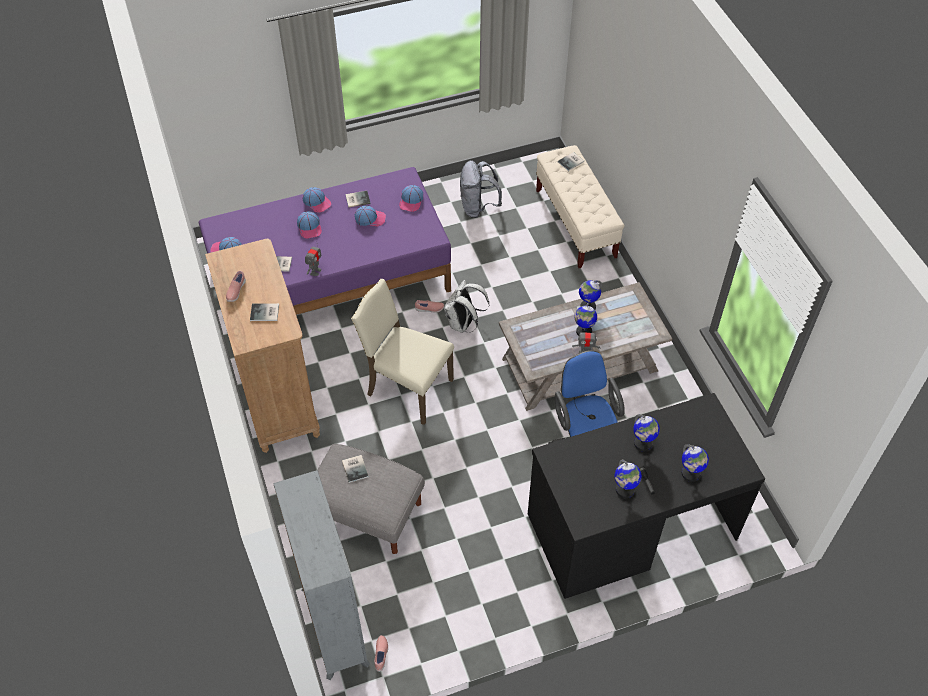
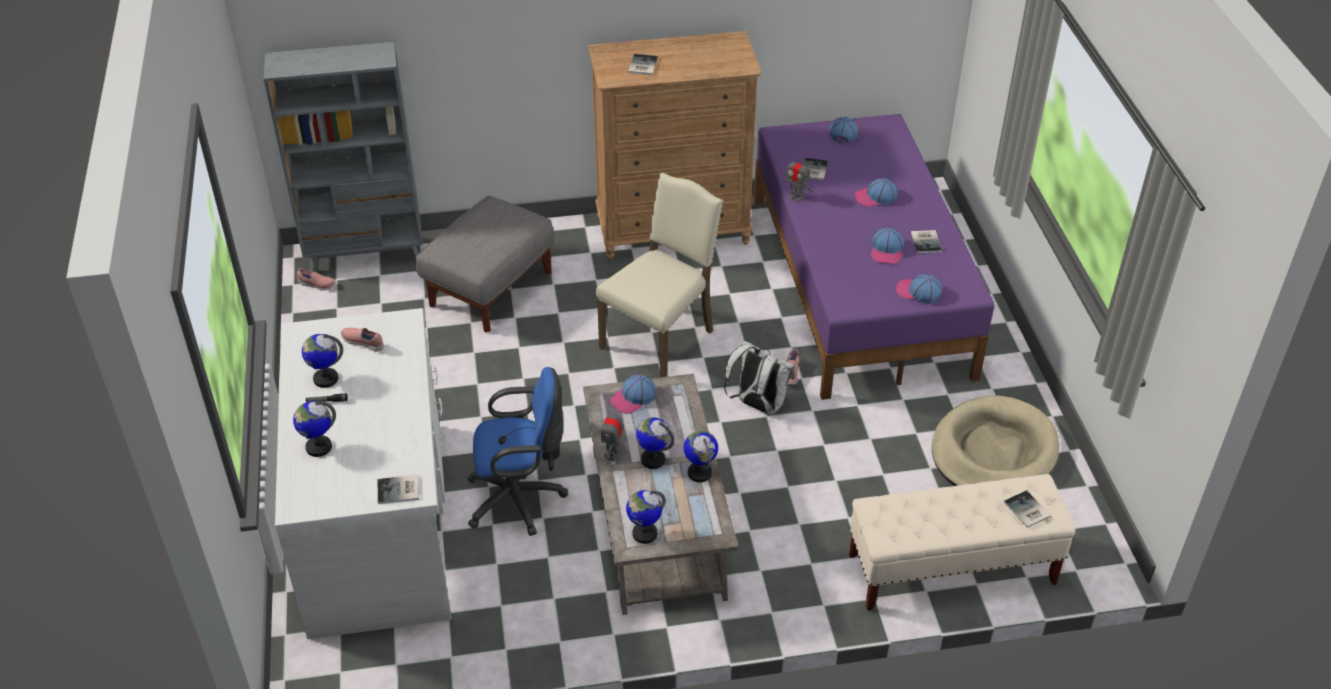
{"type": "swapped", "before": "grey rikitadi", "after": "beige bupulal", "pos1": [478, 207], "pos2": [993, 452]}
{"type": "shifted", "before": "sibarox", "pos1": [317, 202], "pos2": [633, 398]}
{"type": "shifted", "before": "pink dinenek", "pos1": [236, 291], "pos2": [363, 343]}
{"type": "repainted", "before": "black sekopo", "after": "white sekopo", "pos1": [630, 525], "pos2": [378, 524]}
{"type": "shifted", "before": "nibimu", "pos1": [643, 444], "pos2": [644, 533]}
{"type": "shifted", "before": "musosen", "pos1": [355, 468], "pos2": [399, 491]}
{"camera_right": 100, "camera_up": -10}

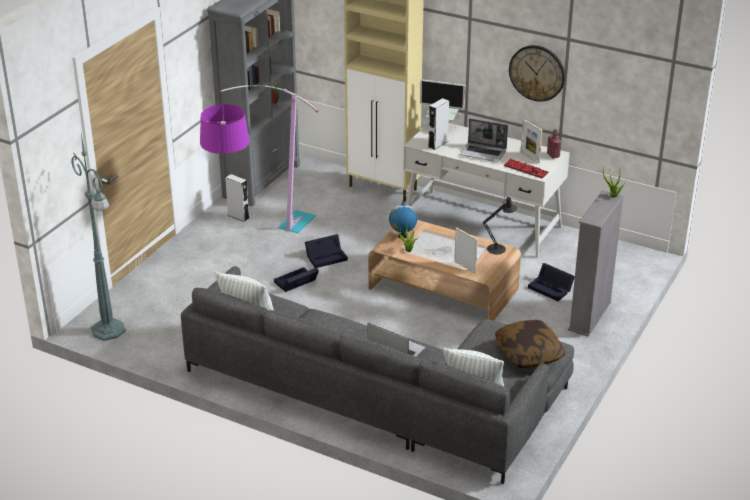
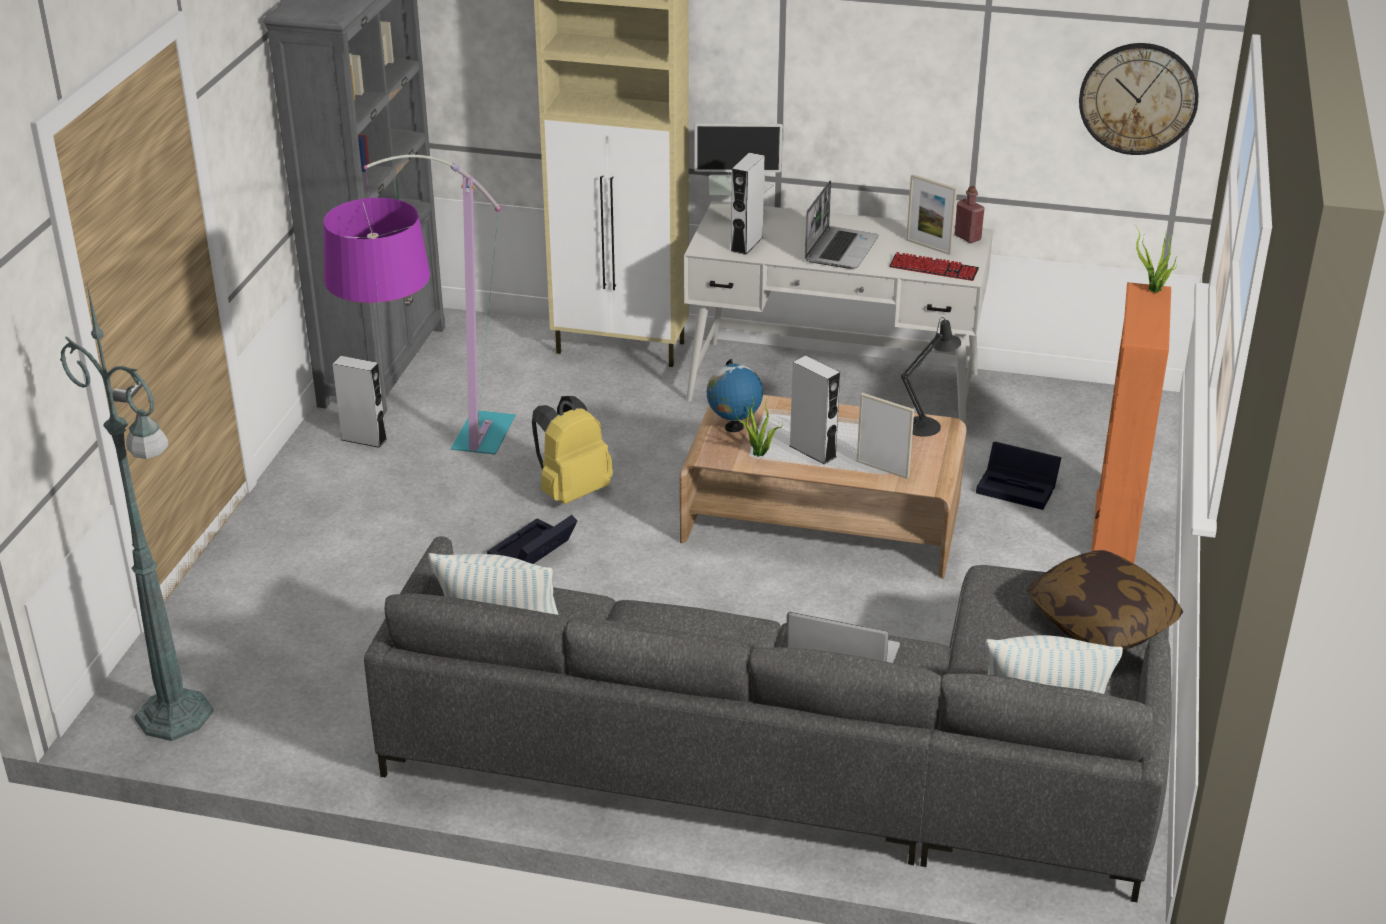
{"type": "shifted", "before": "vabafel", "pos1": [537, 73], "pos2": [1138, 98]}
{"type": "rotated", "before": "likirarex", "pos1": [484, 153], "pos2": [840, 249], "turn": -75}
{"type": "repainted", "before": "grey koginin", "after": "orange koginin", "pos1": [589, 316], "pos2": [1115, 529]}
{"type": "swapped", "before": "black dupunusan", "after": "yellow rikitadi", "pos1": [327, 257], "pos2": [571, 491]}
{"type": "new", "after": "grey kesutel", "pos2": [812, 451]}
{"camera_right": -15, "camera_up": 0}

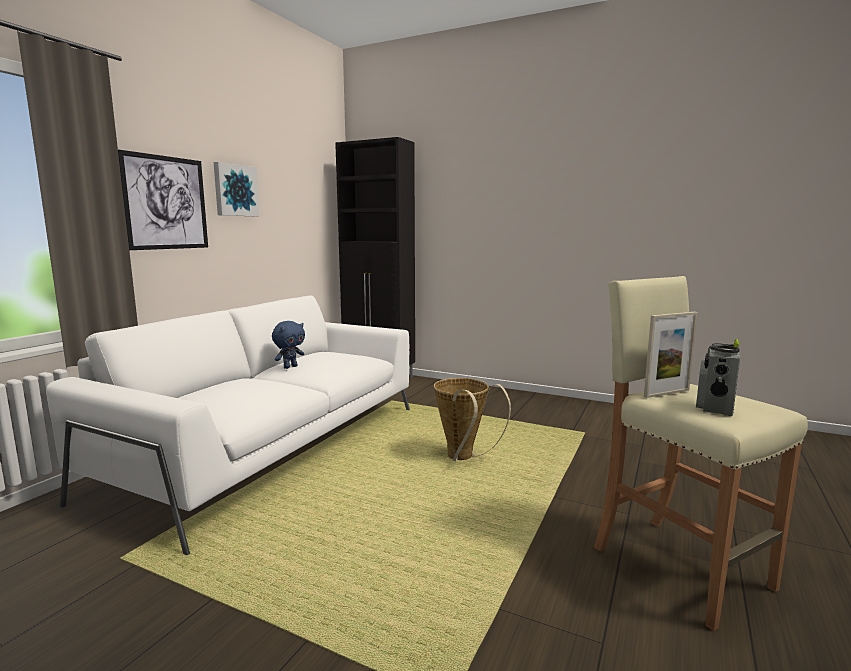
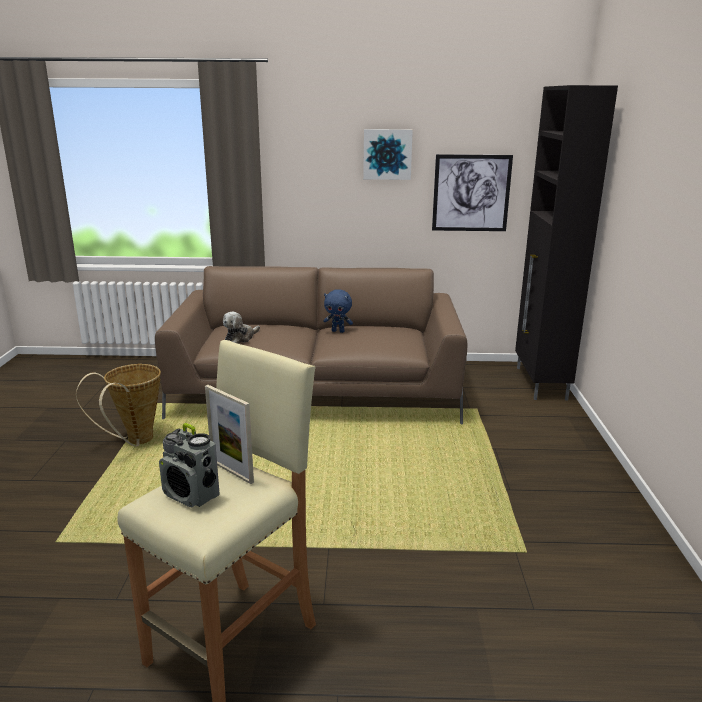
{"type": "shifted", "before": "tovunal", "pos1": [166, 203], "pos2": [471, 193]}
{"type": "repainted", "before": "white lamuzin", "after": "brown lamuzin", "pos1": [272, 448], "pos2": [317, 393]}
{"type": "rotated", "before": "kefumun", "pos1": [714, 407], "pos2": [191, 495], "turn": -150}
{"type": "shifted", "before": "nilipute", "pos1": [463, 458], "pos2": [135, 442]}
{"type": "new", "after": "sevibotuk", "pos2": [240, 338]}
{"camera_right": 65, "camera_up": 10}

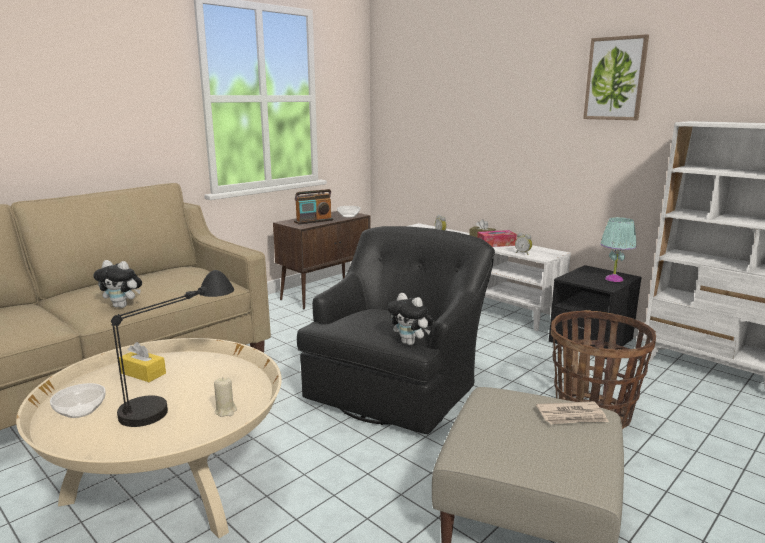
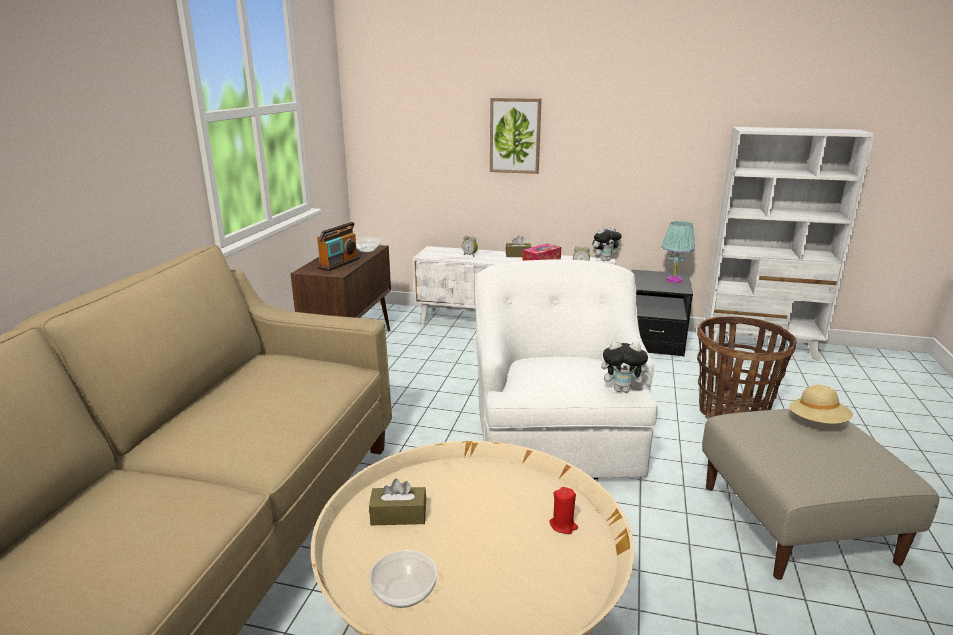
{"type": "shifted", "before": "tovunal", "pos1": [615, 79], "pos2": [515, 136]}
{"type": "repainted", "before": "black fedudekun", "after": "white fedudekun", "pos1": [398, 386], "pos2": [556, 435]}
{"type": "shifted", "before": "sevibotuk", "pos1": [123, 306], "pos2": [605, 260]}
{"type": "gone", "before": "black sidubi", "pos1": [180, 397]}
{"type": "repainted", "before": "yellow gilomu", "after": "brown gilomu", "pos1": [143, 373], "pos2": [398, 515]}
{"type": "repainted", "before": "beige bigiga", "after": "red bigiga", "pos1": [225, 411], "pos2": [563, 525]}
{"type": "swapped", "before": "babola", "after": "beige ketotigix", "pos1": [572, 416], "pos2": [818, 422]}
{"camera_right": -30, "camera_up": 5}

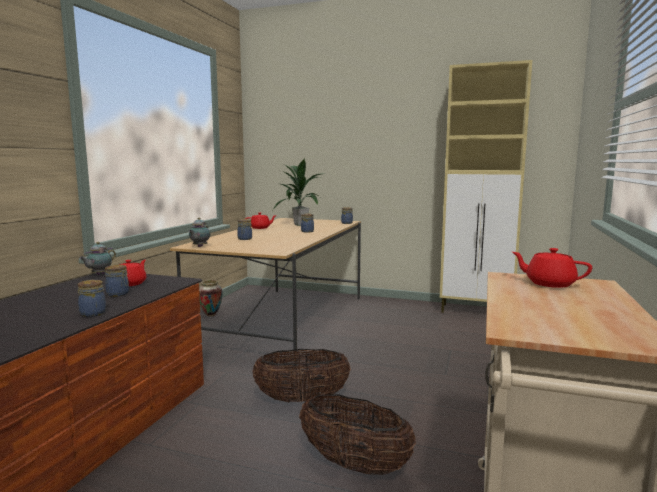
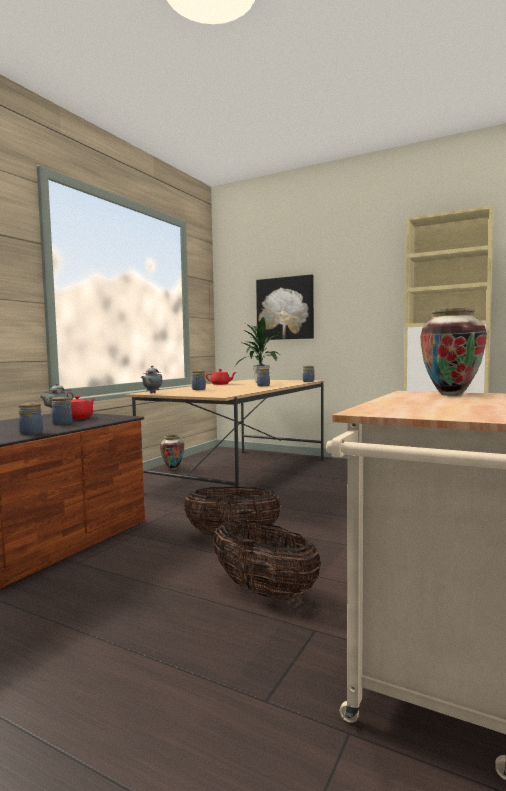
{"type": "swapped", "before": "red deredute", "after": "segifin", "pos1": [549, 283], "pos2": [451, 394]}
{"type": "new", "after": "tovunal", "pos2": [285, 308]}
{"camera_right": 10, "camera_up": -5}

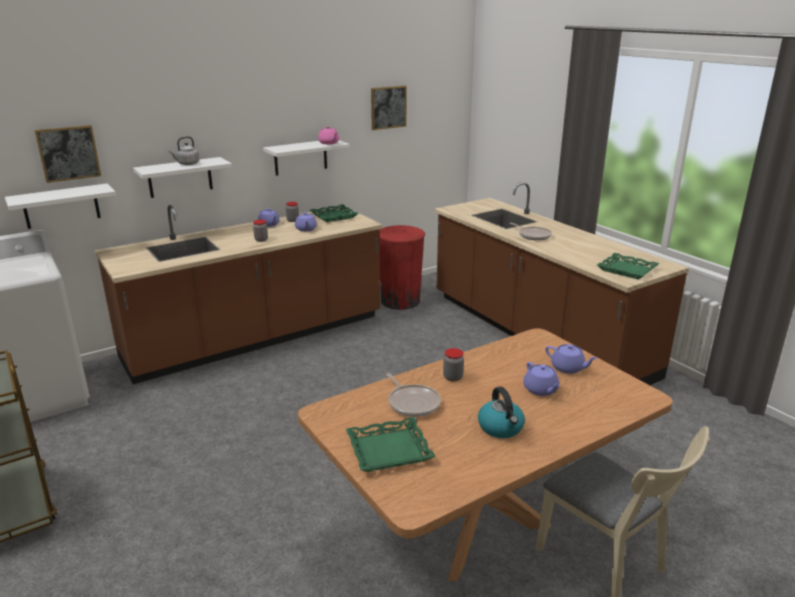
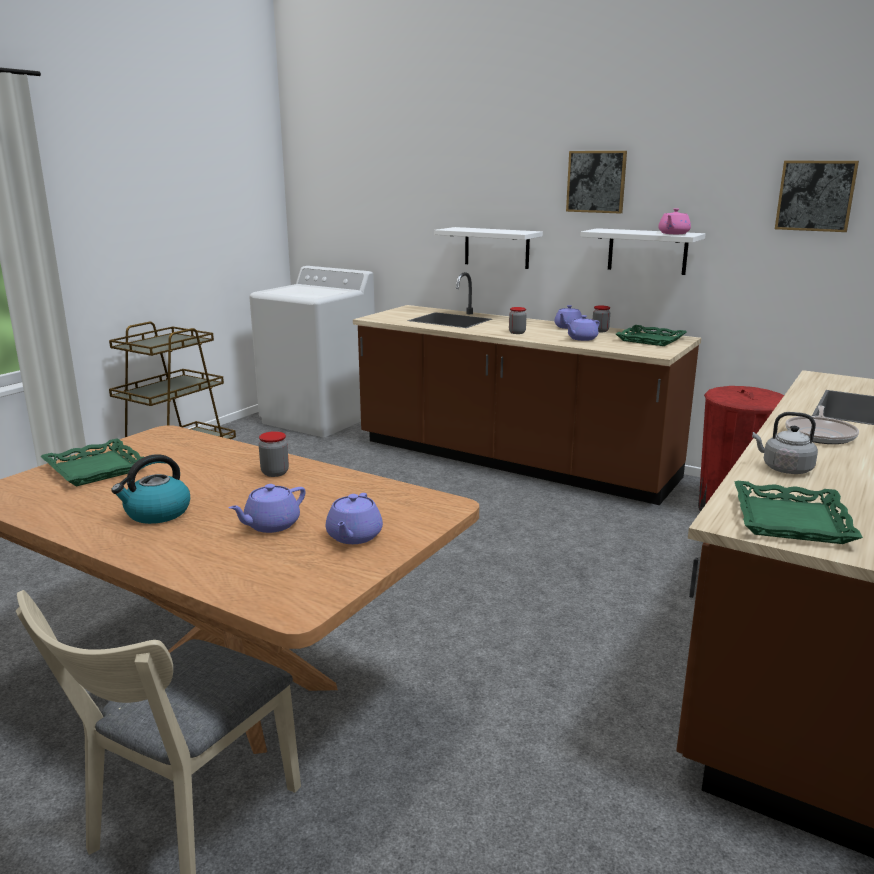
{"type": "shifted", "before": "tovunal", "pos1": [68, 153], "pos2": [596, 181]}
{"type": "shifted", "before": "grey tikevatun", "pos1": [187, 164], "pos2": [784, 469]}
{"type": "gone", "before": "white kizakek", "pos1": [61, 206]}
{"type": "gone", "before": "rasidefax", "pos1": [412, 403]}
{"camera_right": 65, "camera_up": -5}

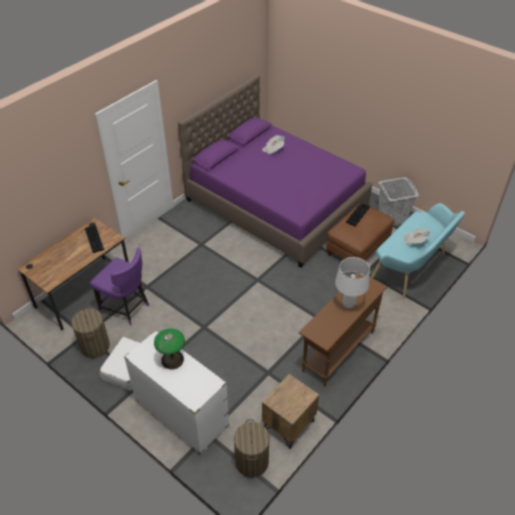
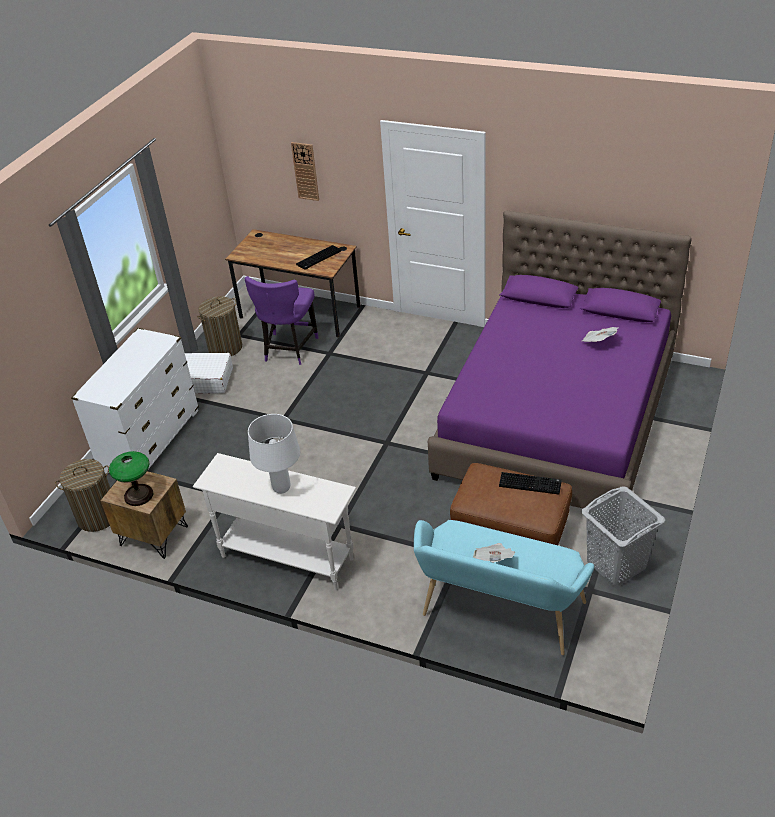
{"type": "repainted", "before": "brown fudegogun", "after": "white fudegogun", "pos1": [338, 351], "pos2": [286, 557]}
{"type": "shifted", "before": "sidubi", "pos1": [172, 359], "pos2": [139, 495]}
{"type": "new", "after": "vabafel", "pos2": [305, 171]}
{"camera_right": 75, "camera_up": -5}

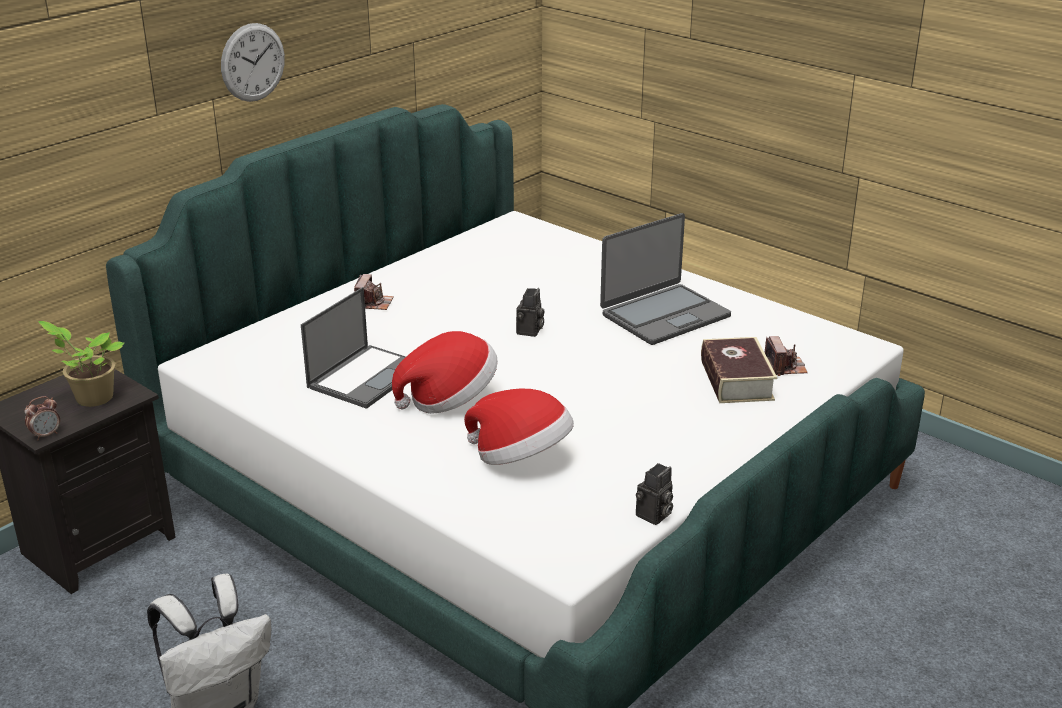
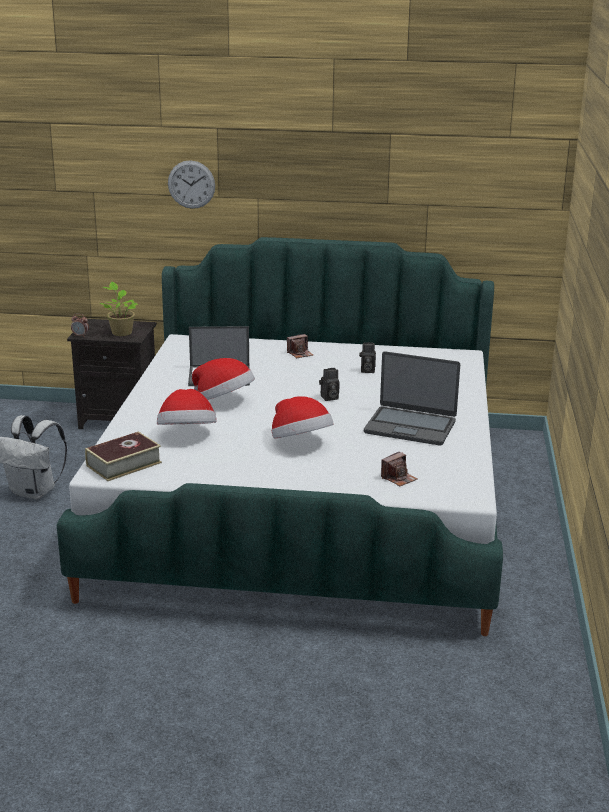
{"type": "shifted", "before": "vabafel", "pos1": [253, 62], "pos2": [191, 184]}
{"type": "shifted", "before": "musosen", "pos1": [736, 380], "pos2": [123, 464]}
{"type": "shifted", "before": "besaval", "pos1": [654, 516], "pos2": [367, 370]}
{"type": "new", "after": "ketotigix", "pos2": [300, 442]}
{"camera_right": 55, "camera_up": -5}

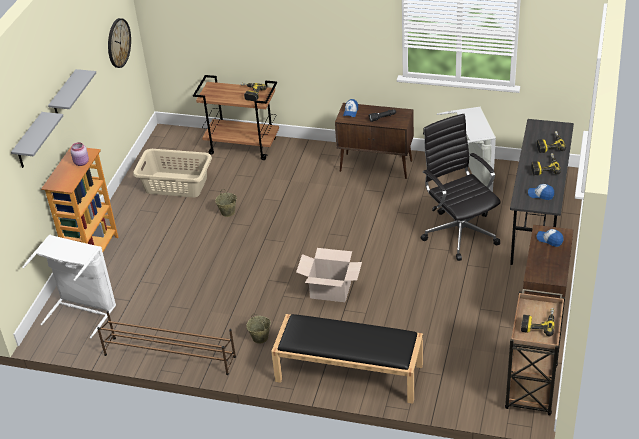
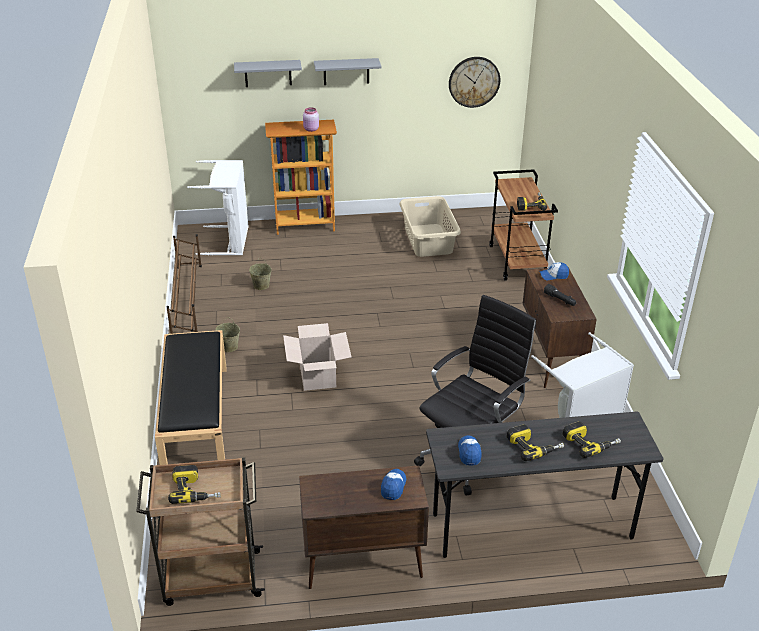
{"type": "shifted", "before": "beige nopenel", "pos1": [227, 212], "pos2": [261, 285]}
{"camera_right": 65, "camera_up": -5}

